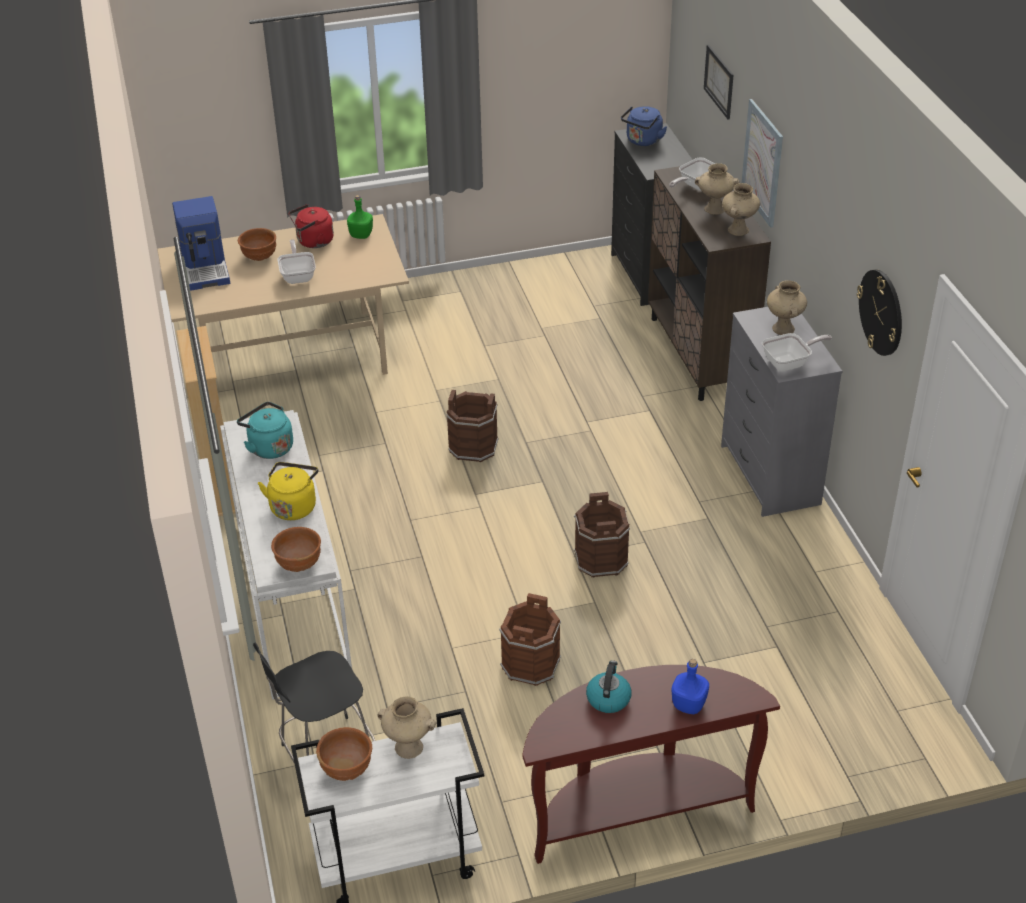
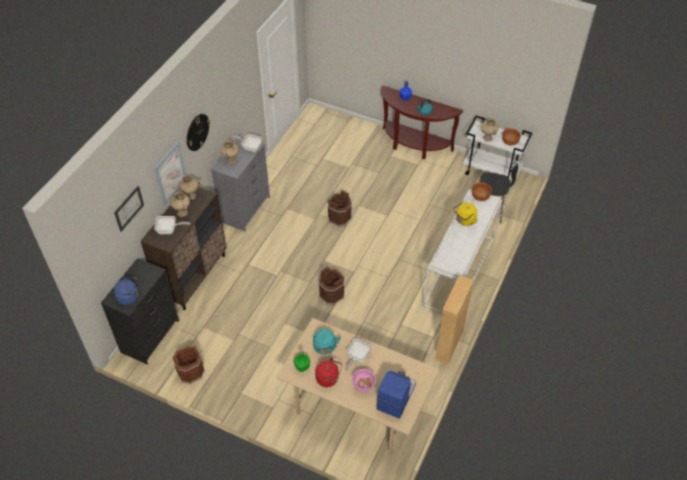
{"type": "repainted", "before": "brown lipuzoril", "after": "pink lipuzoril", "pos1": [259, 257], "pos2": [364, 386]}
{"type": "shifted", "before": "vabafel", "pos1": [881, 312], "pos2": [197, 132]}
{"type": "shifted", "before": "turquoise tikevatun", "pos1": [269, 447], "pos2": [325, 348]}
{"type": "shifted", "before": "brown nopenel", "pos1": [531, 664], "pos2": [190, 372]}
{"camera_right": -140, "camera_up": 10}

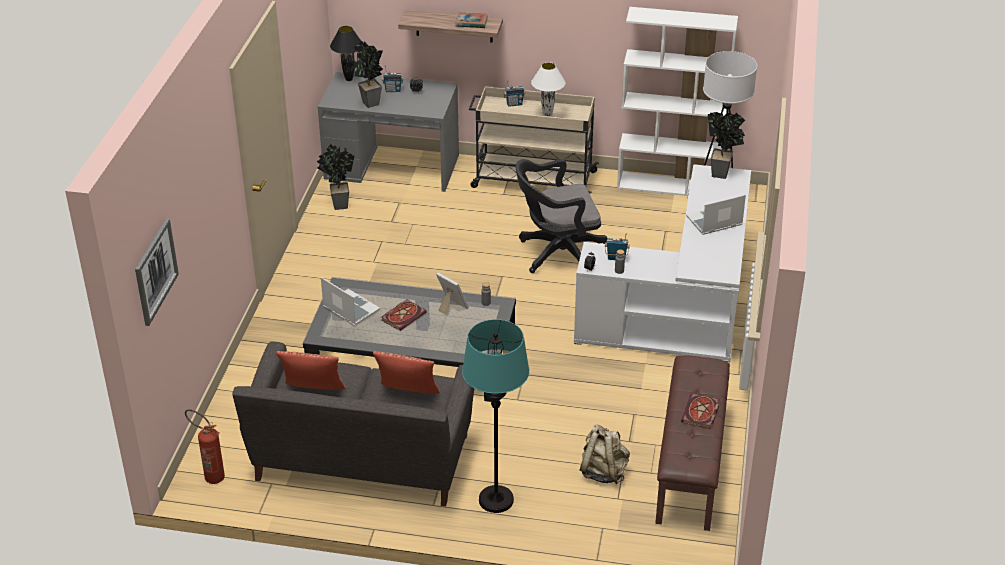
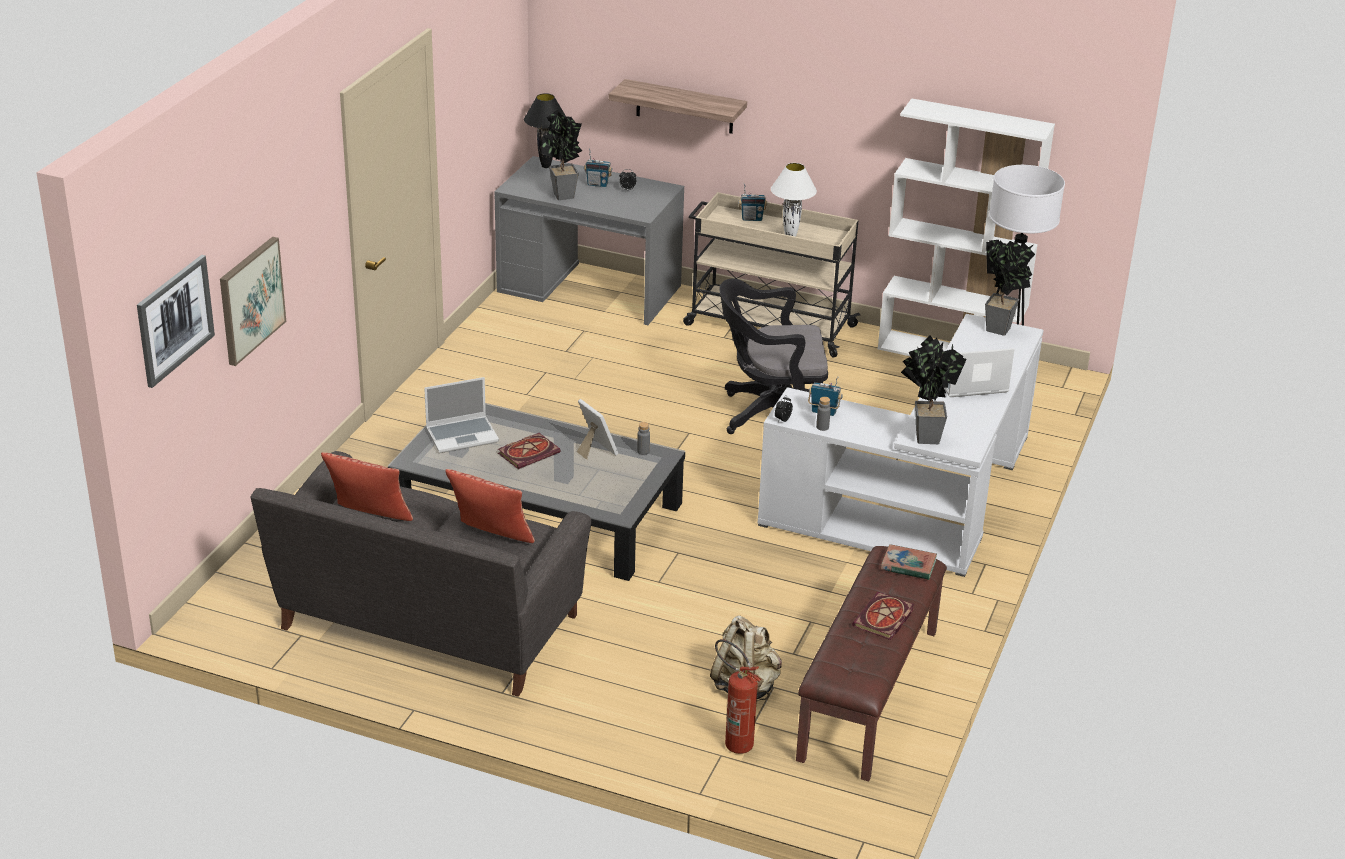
{"type": "shifted", "before": "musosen", "pos1": [471, 22], "pos2": [908, 565]}
{"type": "shifted", "before": "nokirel", "pos1": [337, 205], "pos2": [922, 436]}
{"type": "rotated", "before": "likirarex", "pos1": [350, 309], "pos2": [463, 435], "turn": 105}
{"type": "gone", "before": "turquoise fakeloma", "pos1": [495, 500]}
{"type": "shifted", "before": "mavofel", "pos1": [210, 475], "pos2": [733, 742]}
{"type": "new", "after": "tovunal", "pos2": [251, 300]}
{"camera_right": 10, "camera_up": -5}

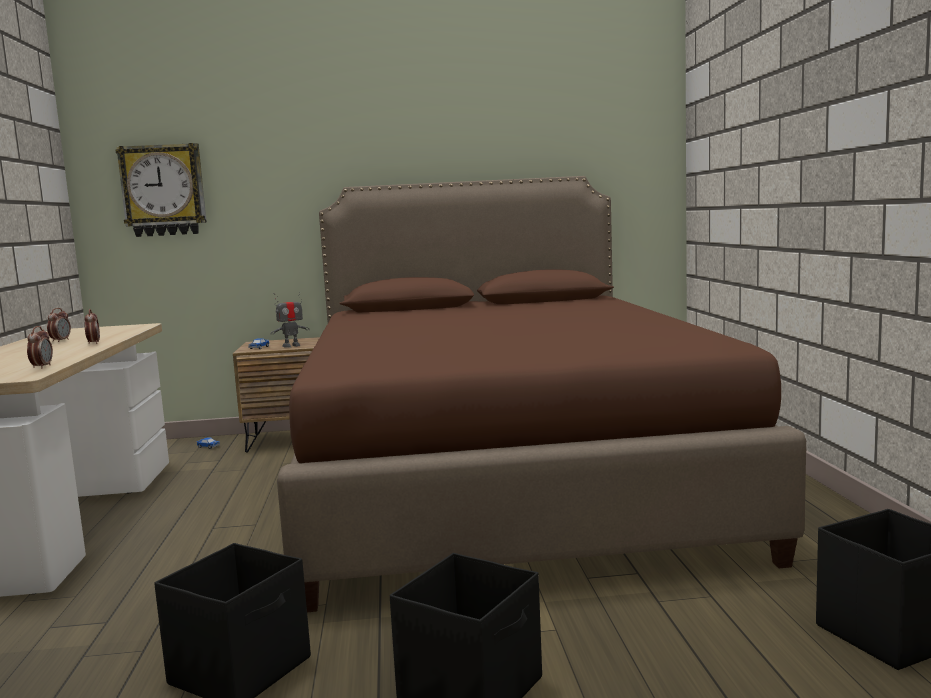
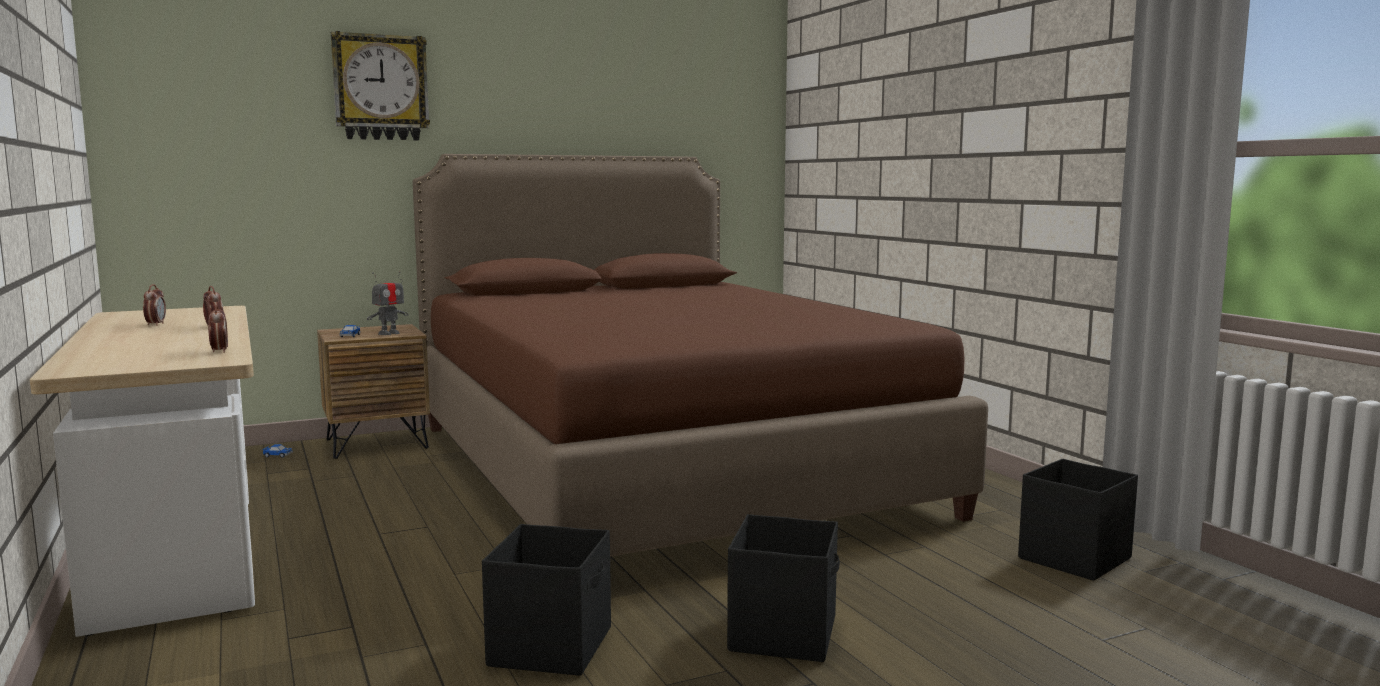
{"type": "shifted", "before": "vabafel", "pos1": [163, 190], "pos2": [380, 88]}
{"camera_right": -20, "camera_up": 0}

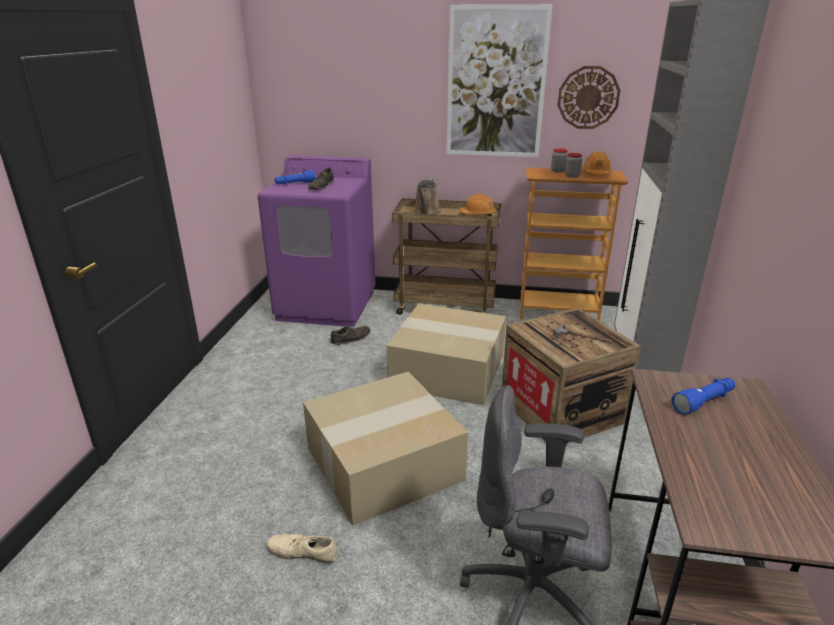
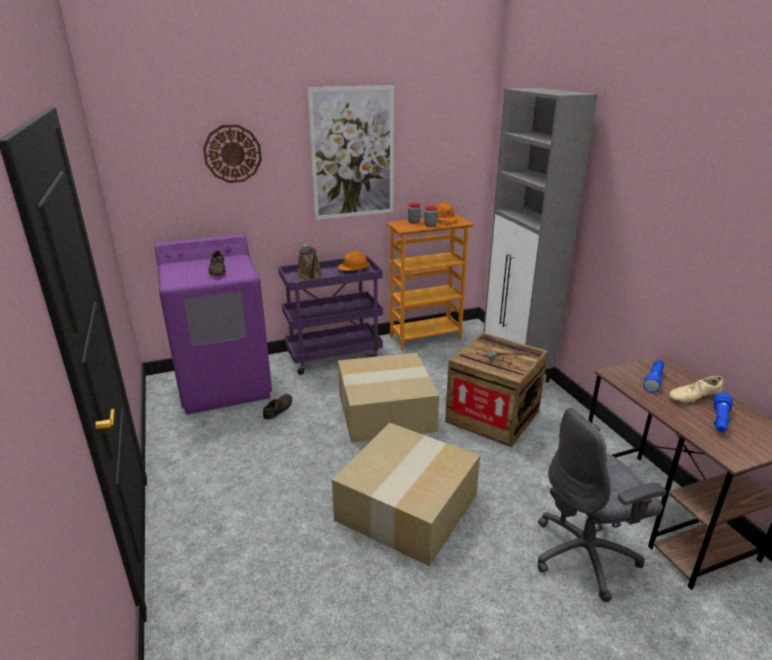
{"type": "shifted", "before": "vabafel", "pos1": [588, 97], "pos2": [232, 154]}
{"type": "shifted", "before": "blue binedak", "pos1": [295, 184], "pos2": [720, 420]}
{"type": "repainted", "before": "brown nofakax", "after": "purple nofakax", "pos1": [446, 306], "pos2": [334, 355]}
{"type": "shifted", "before": "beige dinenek", "pos1": [303, 552], "pos2": [693, 396]}
{"camera_right": -30, "camera_up": 0}

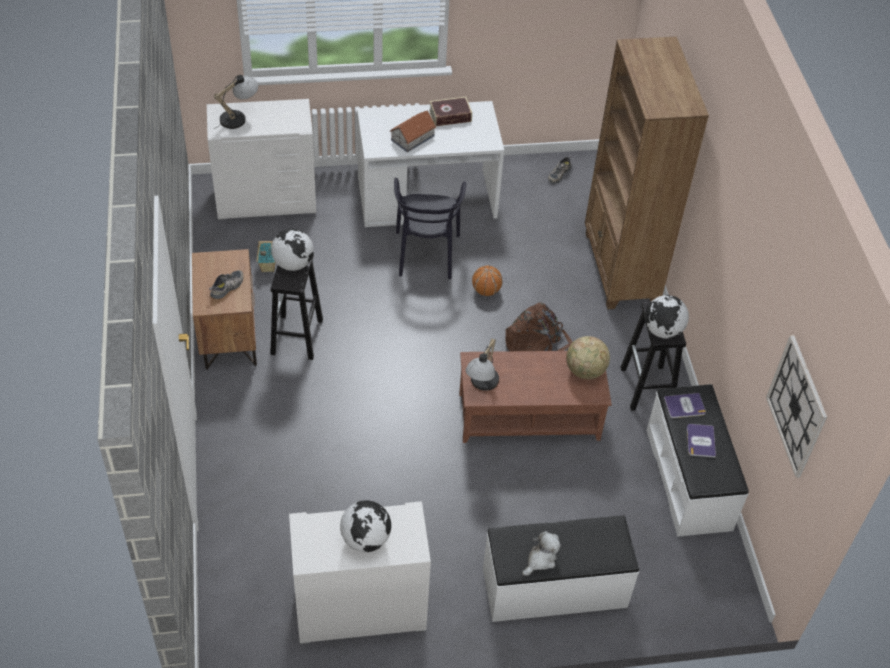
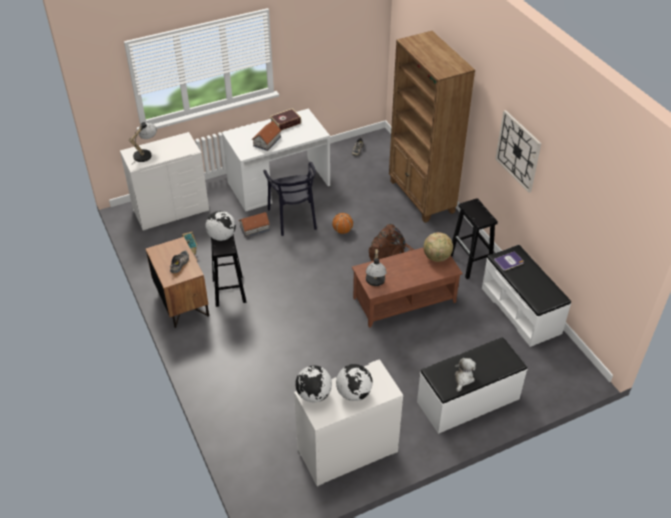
{"type": "shifted", "before": "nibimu", "pos1": [662, 331], "pos2": [314, 395]}
{"type": "shifted", "before": "vabafel", "pos1": [797, 406], "pos2": [518, 151]}
{"type": "gone", "before": "musosen", "pos1": [700, 441]}
{"type": "new", "after": "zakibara", "pos2": [255, 228]}
{"camera_right": -15, "camera_up": -5}

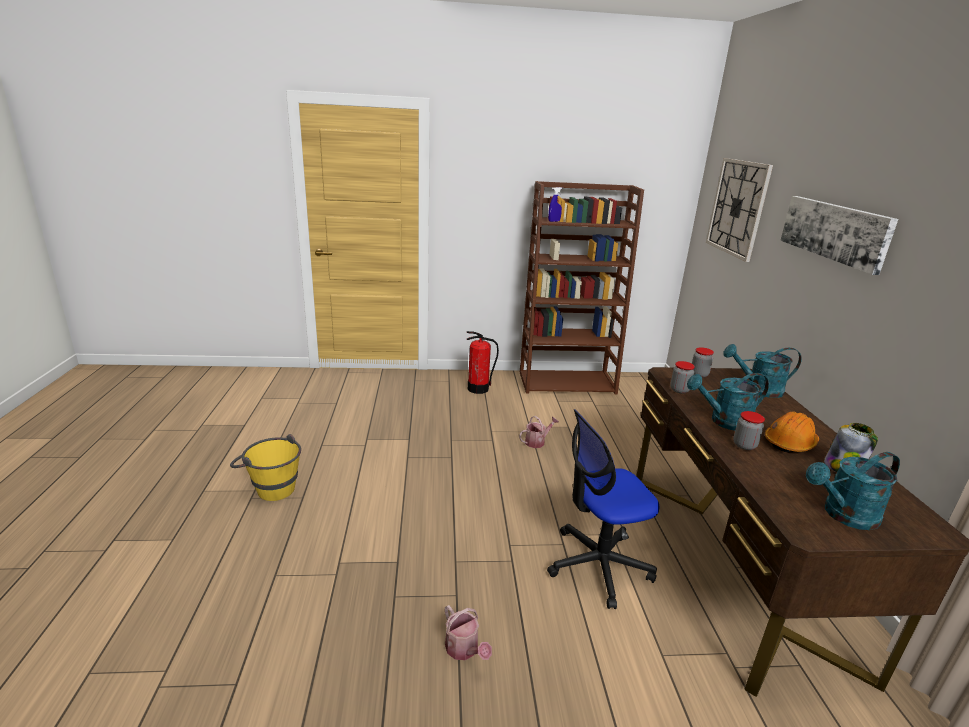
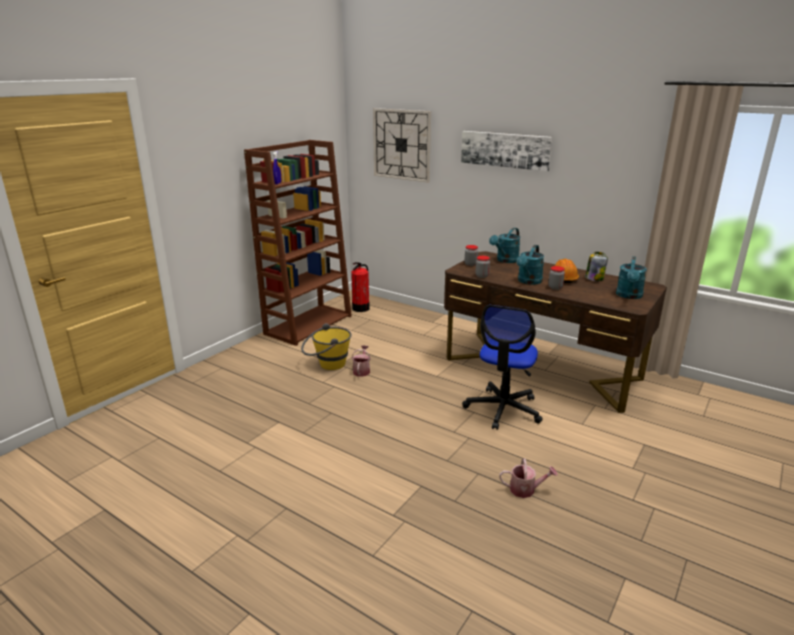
{"type": "shifted", "before": "mavofel", "pos1": [478, 389], "pos2": [361, 308]}
{"type": "shifted", "before": "yellow nopenel", "pos1": [270, 487], "pos2": [327, 365]}
{"camera_right": -50, "camera_up": 0}

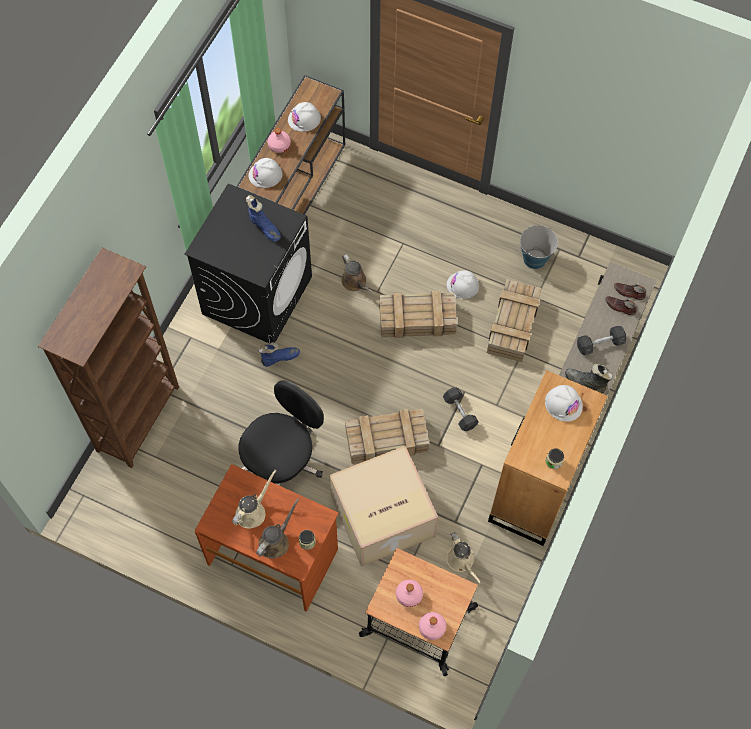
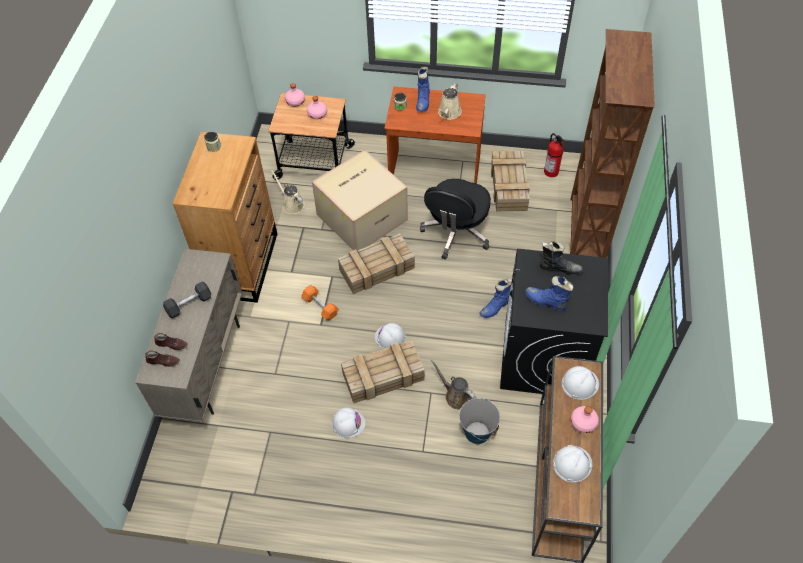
{"type": "shifted", "before": "nopenel", "pos1": [534, 259], "pos2": [477, 432]}
{"type": "shifted", "before": "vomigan", "pos1": [513, 324], "pos2": [509, 187]}
{"type": "shifted", "before": "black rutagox", "pos1": [585, 383], "pos2": [559, 268]}
{"type": "shifted", "before": "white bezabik", "pos1": [563, 403], "pos2": [390, 338]}
{"type": "repainted", "before": "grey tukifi", "after": "orange tukifi", "pos1": [460, 412], "pos2": [320, 306]}
{"type": "swapped", "before": "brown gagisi", "after": "blue rutagox", "pos1": [276, 541], "pos2": [423, 101]}
{"type": "new", "after": "mavofel", "pos2": [551, 172]}
{"camera_right": 165, "camera_up": -10}

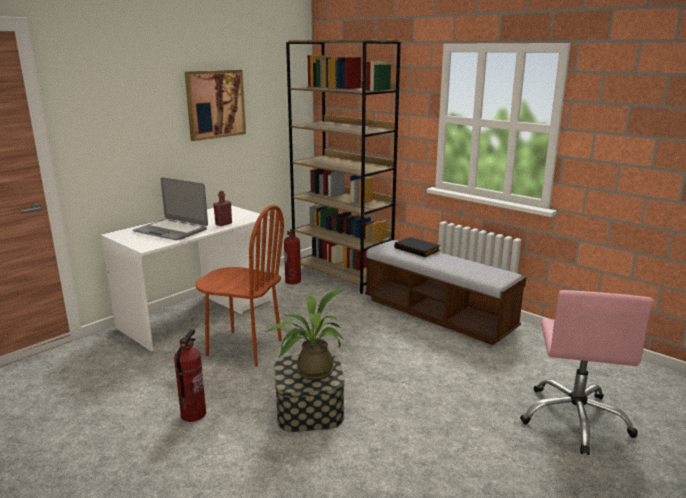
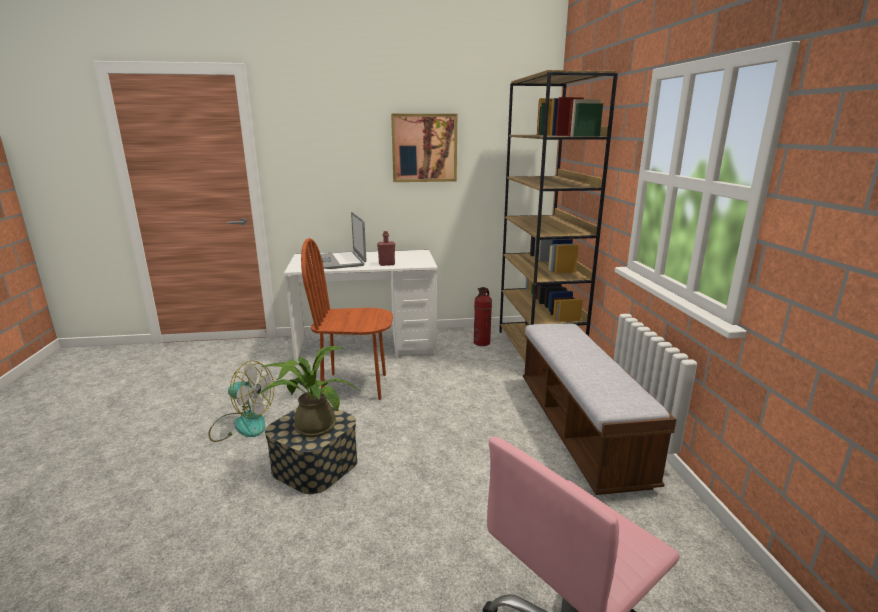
{"type": "rotated", "before": "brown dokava", "pos1": [244, 348], "pos2": [355, 386], "turn": 120}
{"type": "gone", "before": "black musosen", "pos1": [418, 249]}
{"type": "swapped", "before": "mavofel", "after": "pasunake", "pos1": [193, 414], "pos2": [242, 424]}
{"camera_right": 40, "camera_up": 0}

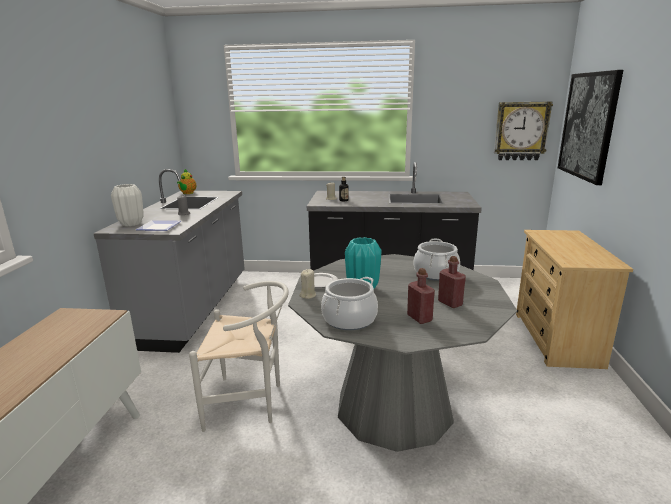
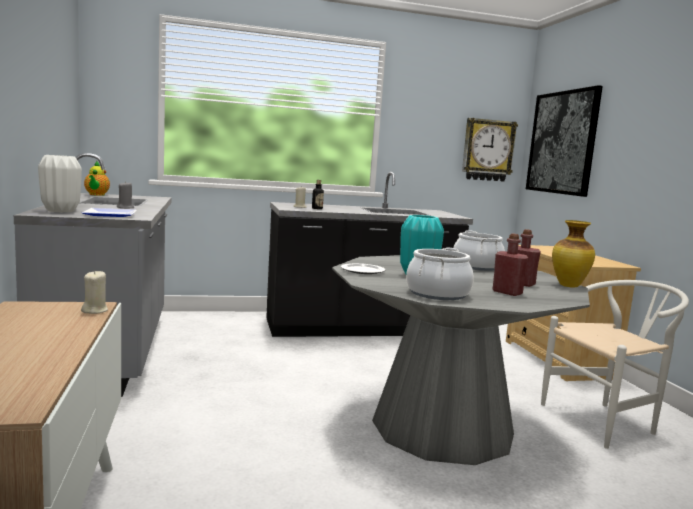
{"type": "shifted", "before": "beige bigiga", "pos1": [308, 295], "pos2": [95, 310]}
{"type": "shifted", "before": "white dokava", "pos1": [250, 403], "pos2": [606, 421]}
{"type": "new", "after": "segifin", "pos2": [568, 286]}
{"camera_right": -20, "camera_up": -10}

